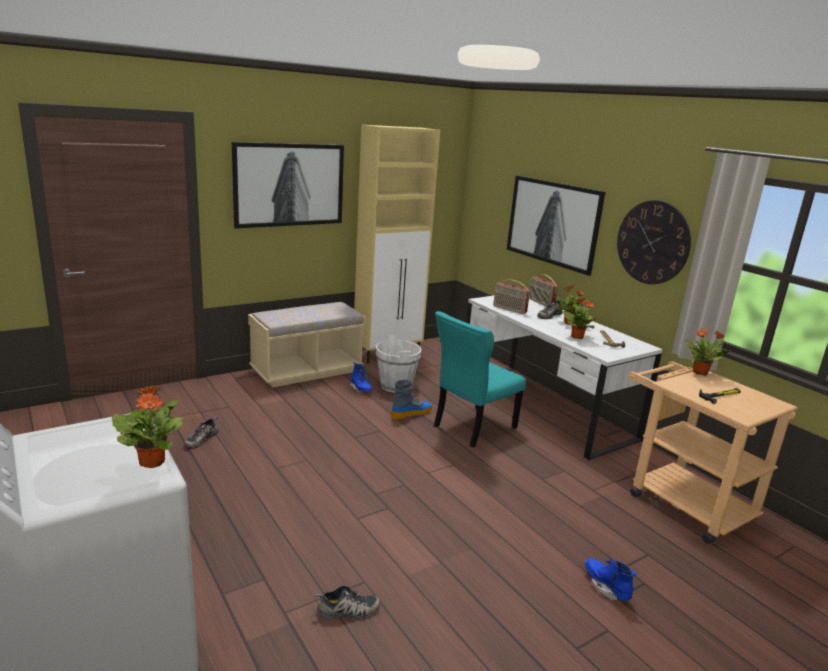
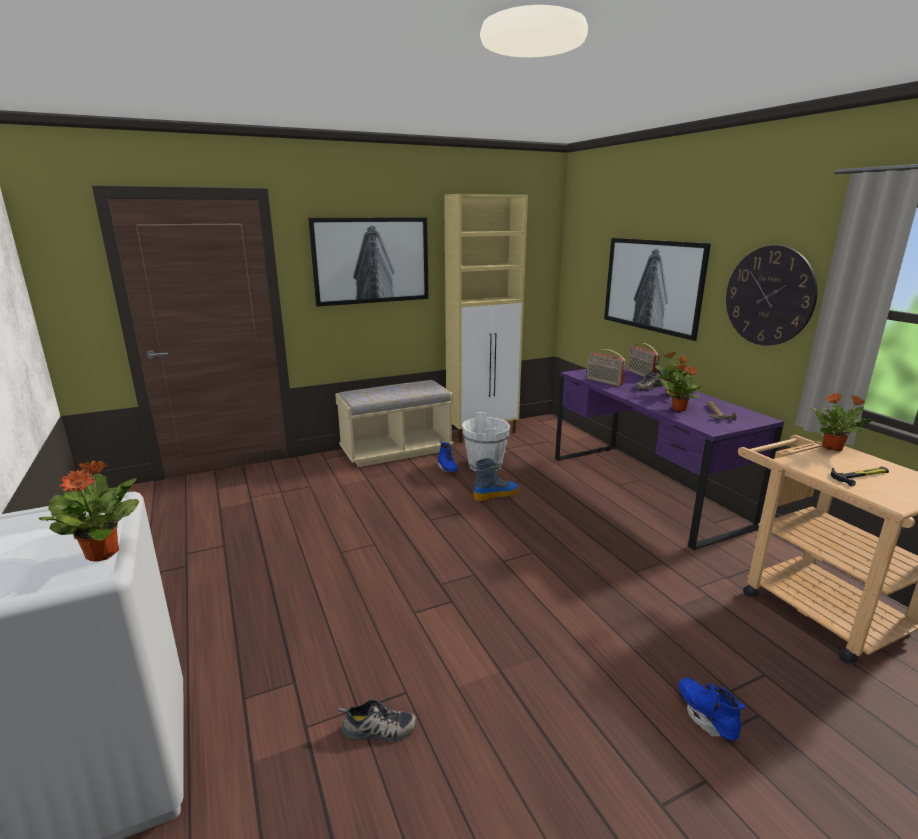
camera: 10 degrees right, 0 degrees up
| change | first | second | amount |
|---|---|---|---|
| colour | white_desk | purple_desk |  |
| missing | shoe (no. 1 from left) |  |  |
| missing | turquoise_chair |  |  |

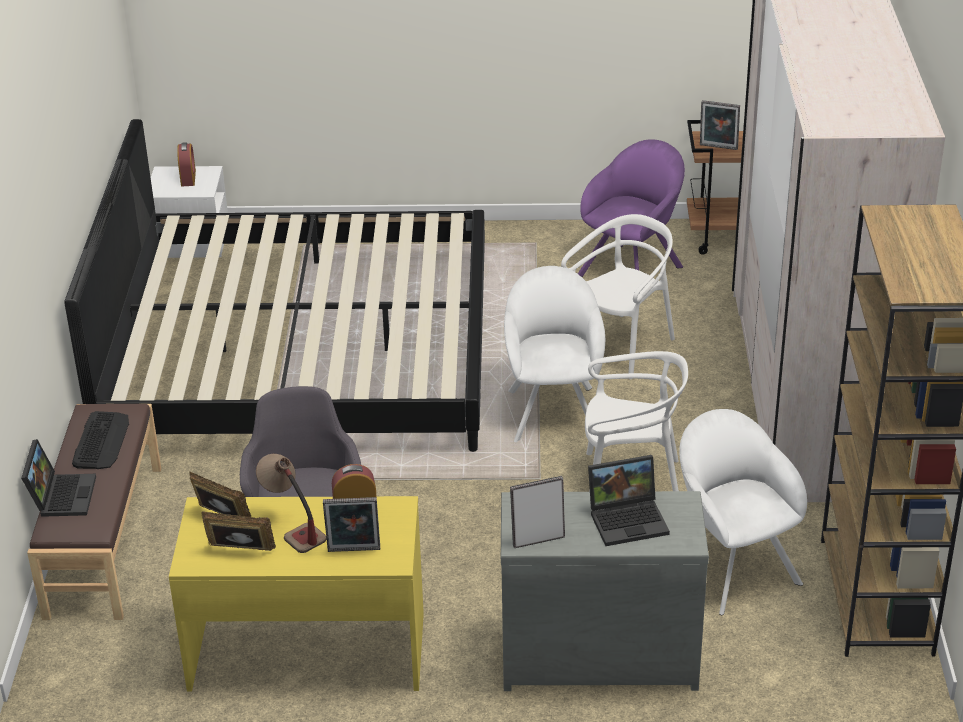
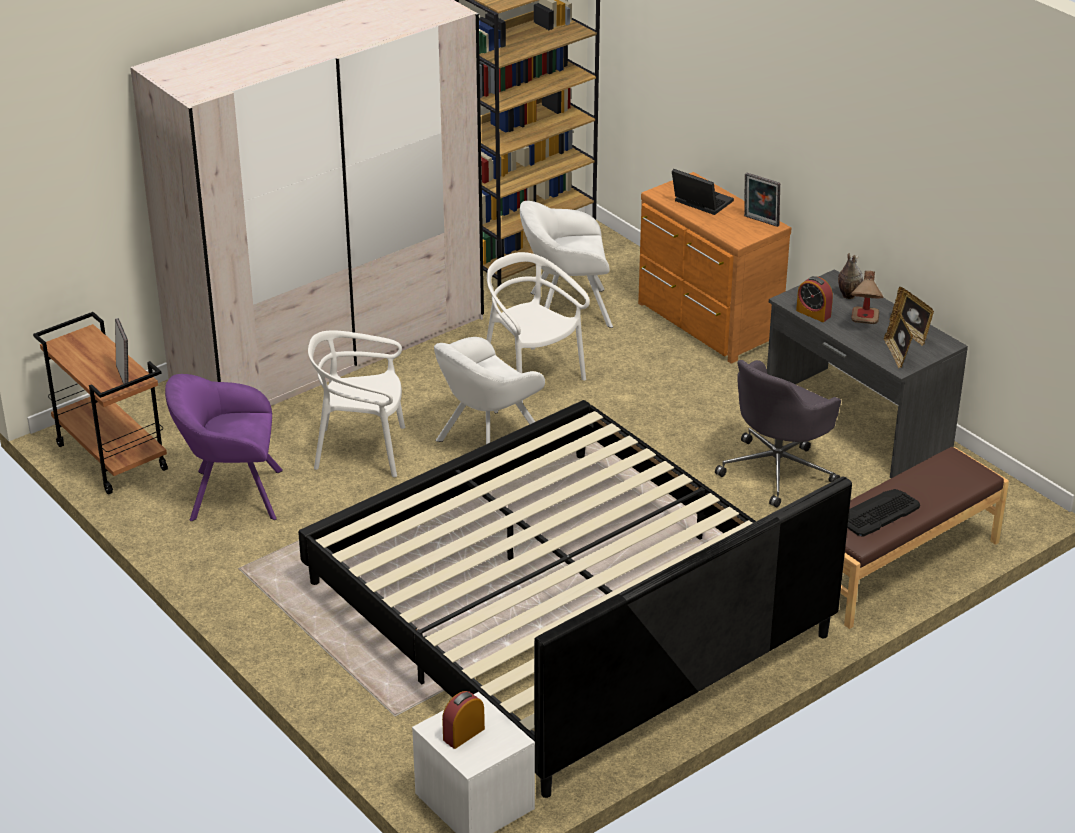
camera: 130 degrees left, 0 degrees up
| change | first | second | amount |
|---|---|---|---|
| spun | white_armchair (no. 2 from left) |  | 60 degrees clockwise |
| colour | grey_dresser | brown_dresser |  |
| colour | yellow_desk | grey_desk |  |
| exchanged | picture_frame (no. 3 from left) | vase |  |
| missing | laptop (no. 1 from left) |  |  |

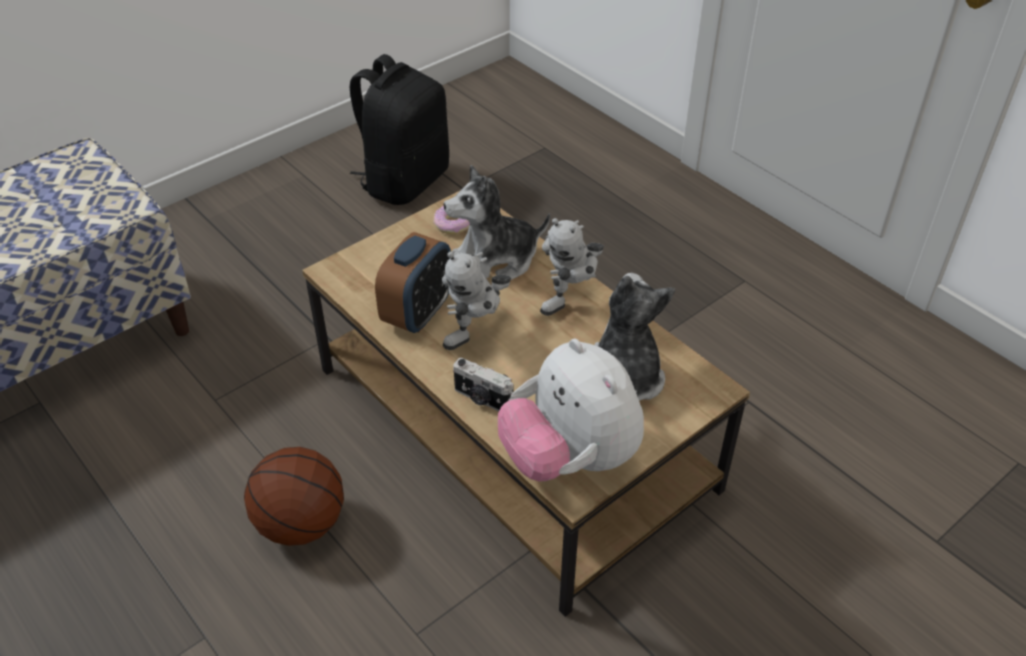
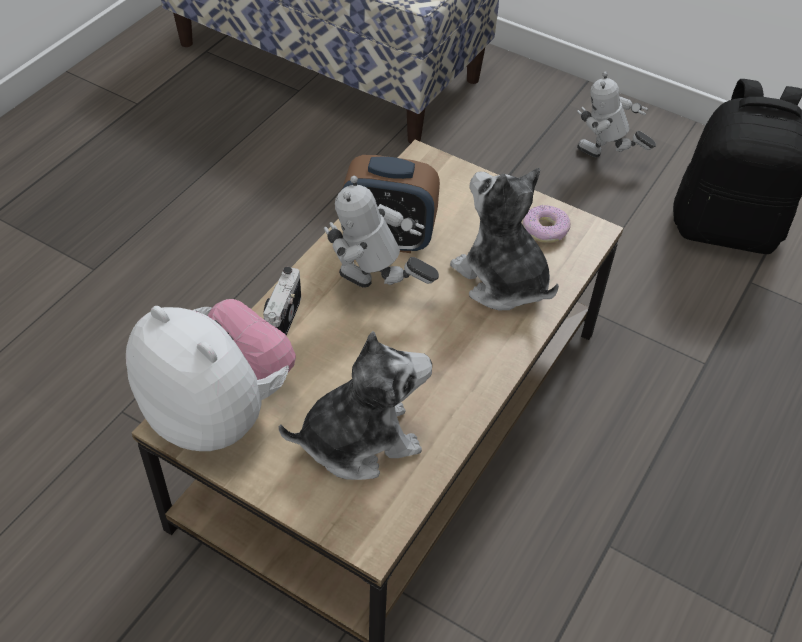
camera: 70 degrees right, 5 degrees up
| change | first | second | amount |
|---|---|---|---|
| spun | plush_toy (no. 2 from left in the first image) | plush_toy (no. 1 from left) | 90 degrees clockwise |
| relocated | toy_robot (no. 2 from left) |  |  |
| missing | basketball |  |  |

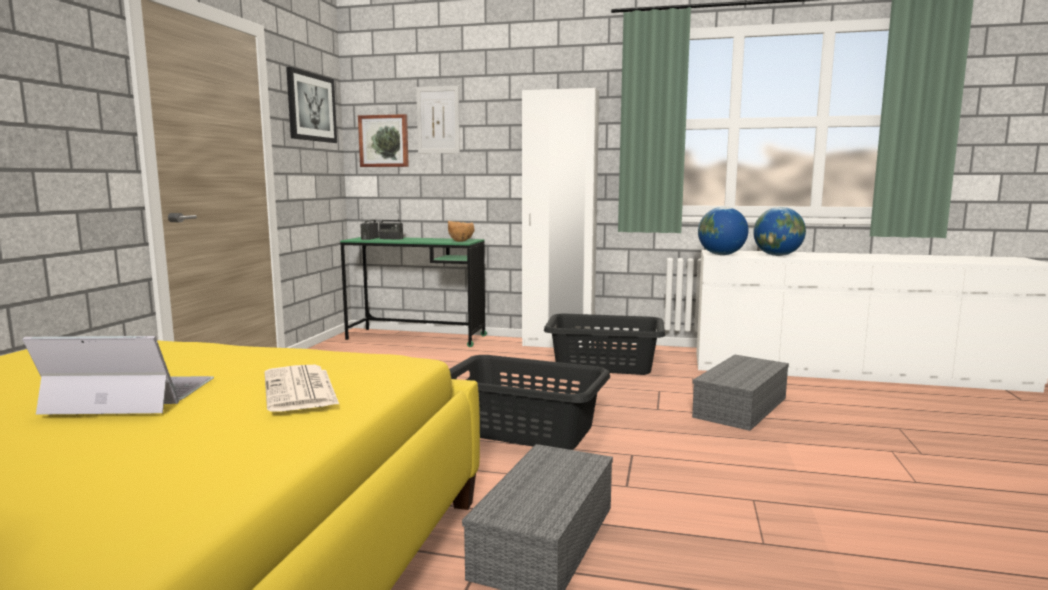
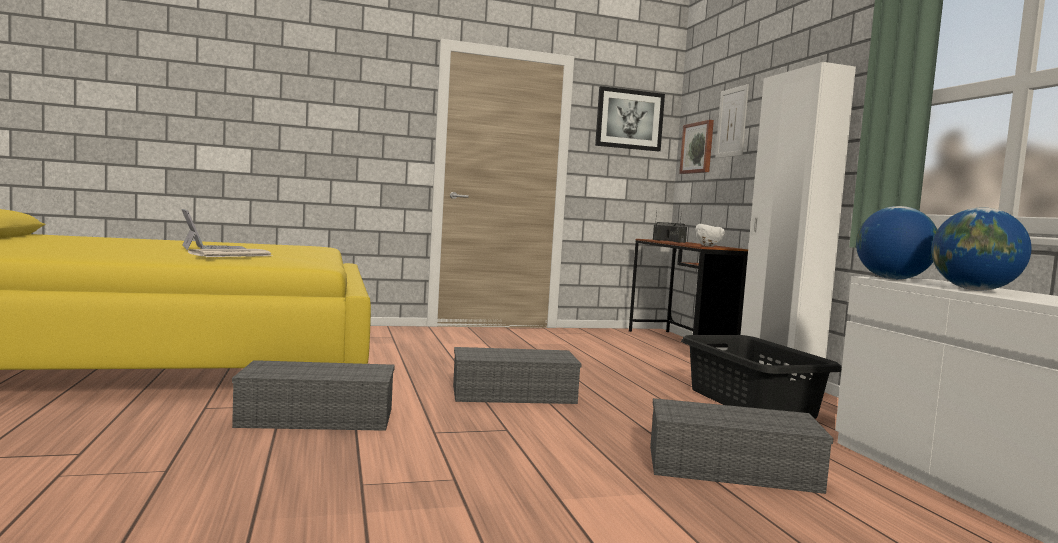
camera: 60 degrees right, 5 degrees down
| change | first | second | amount |
|---|---|---|---|
| exchanged | black_laundry_basket (no. 1 from left) | grey_storage_box (no. 2 from left) |  |
| colour | green_desk | brown_desk |  |
| colour | brown_bowl | white_bowl |  |

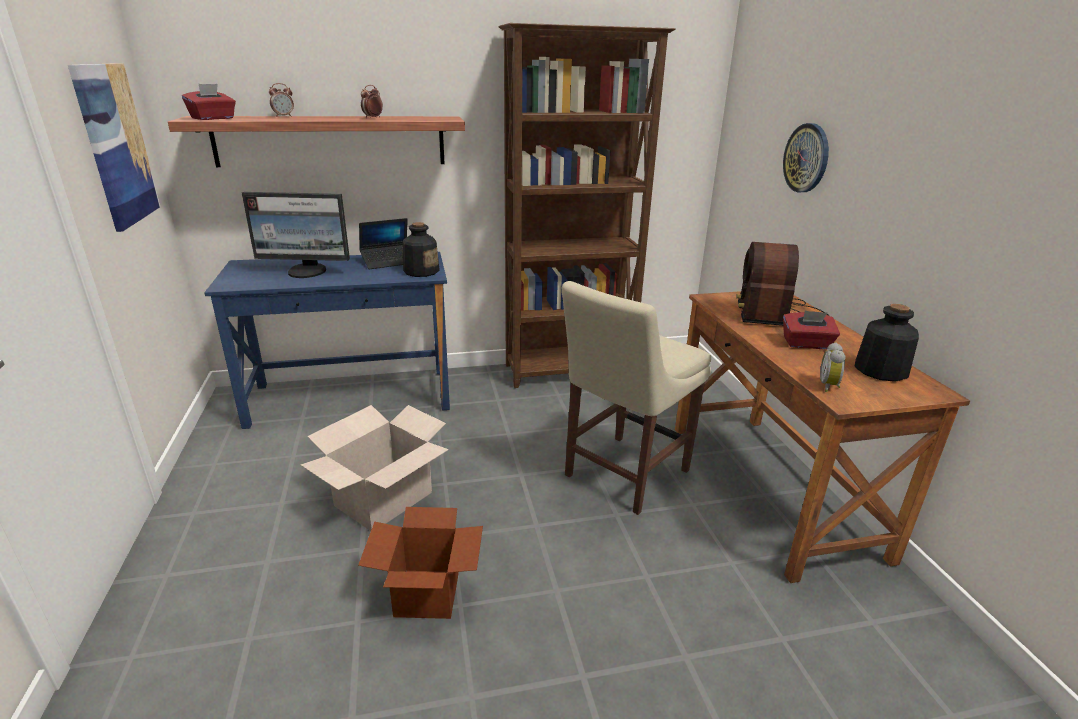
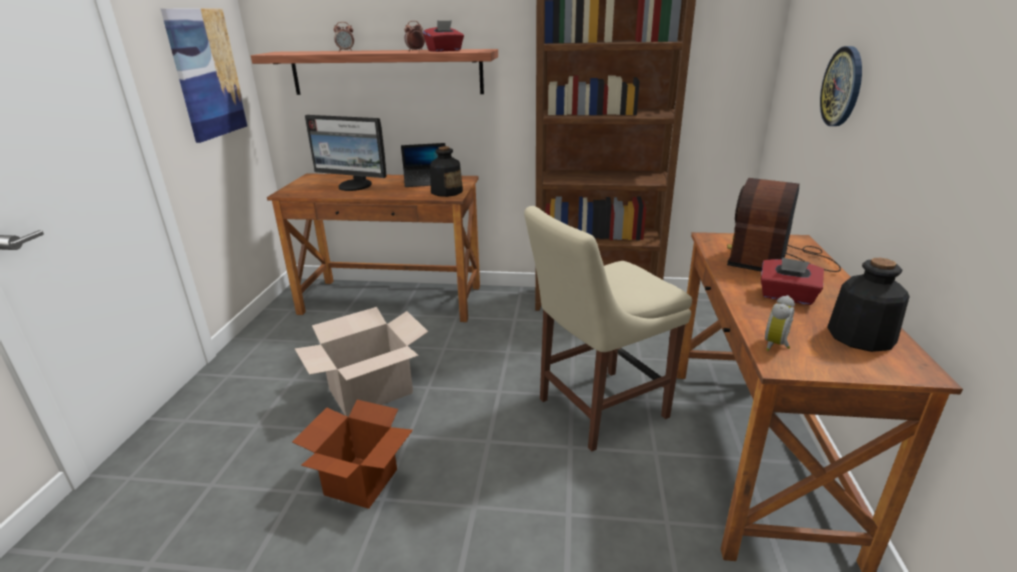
camera: 20 degrees right, 0 degrees up
| change | first | second | amount |
|---|---|---|---|
| colour | blue_desk | brown_desk (no. 1 from left) |  |
| relocated | red_tissue_box (no. 1 from left) |  |  |

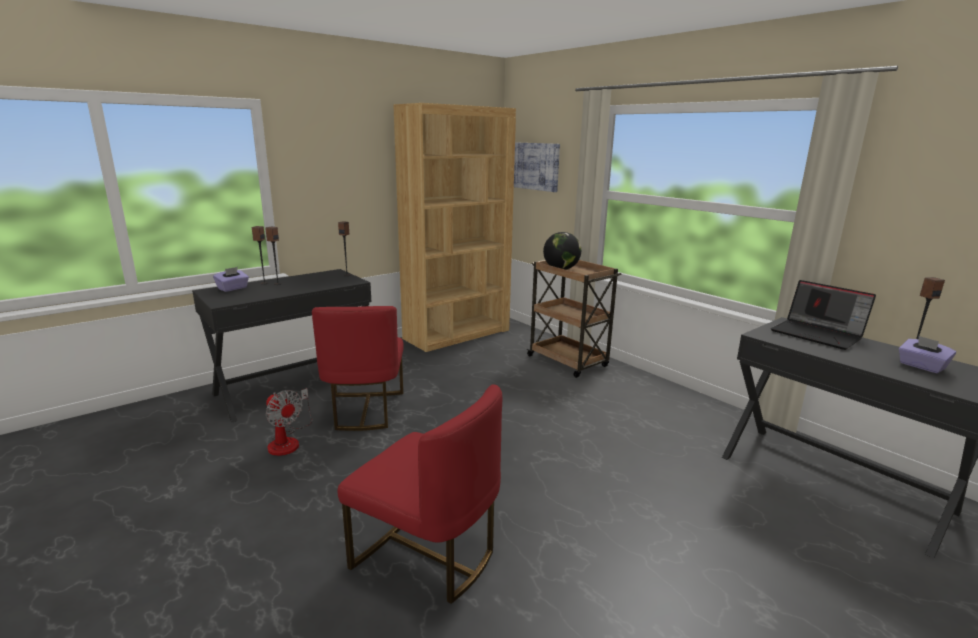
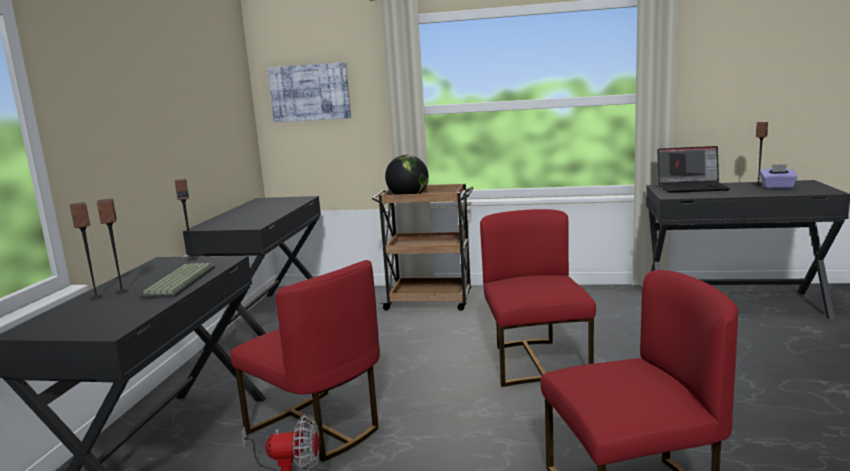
camera: 40 degrees left, 5 degrees down
| change | first | second | amount |
|---|---|---|---|
| appeared |  | keyboard |  |
| exchanged | brown_bookcase | black_desk (no. 2 from left) |  |
| appeared |  | red_chair (no. 2 from left) |  |
| missing | purple_tissue_box (no. 1 from left) |  |  |

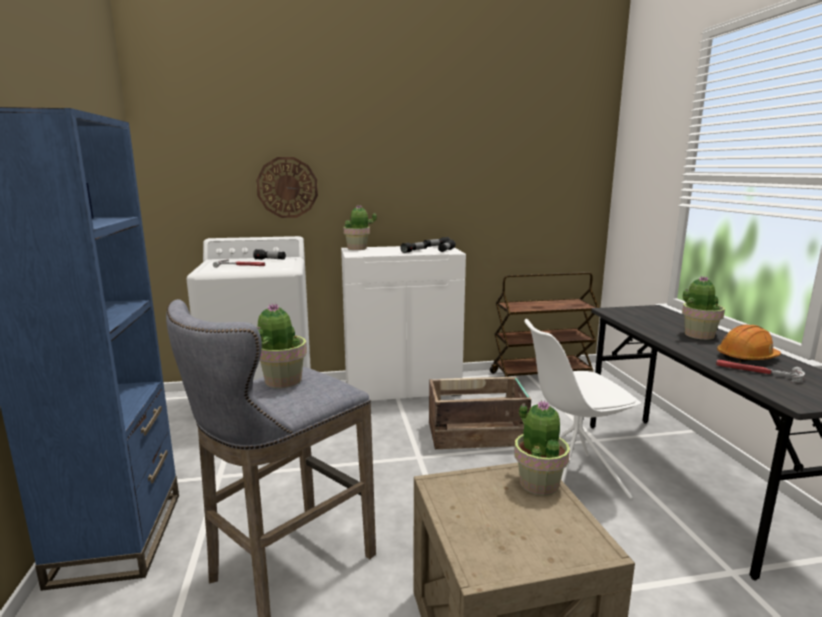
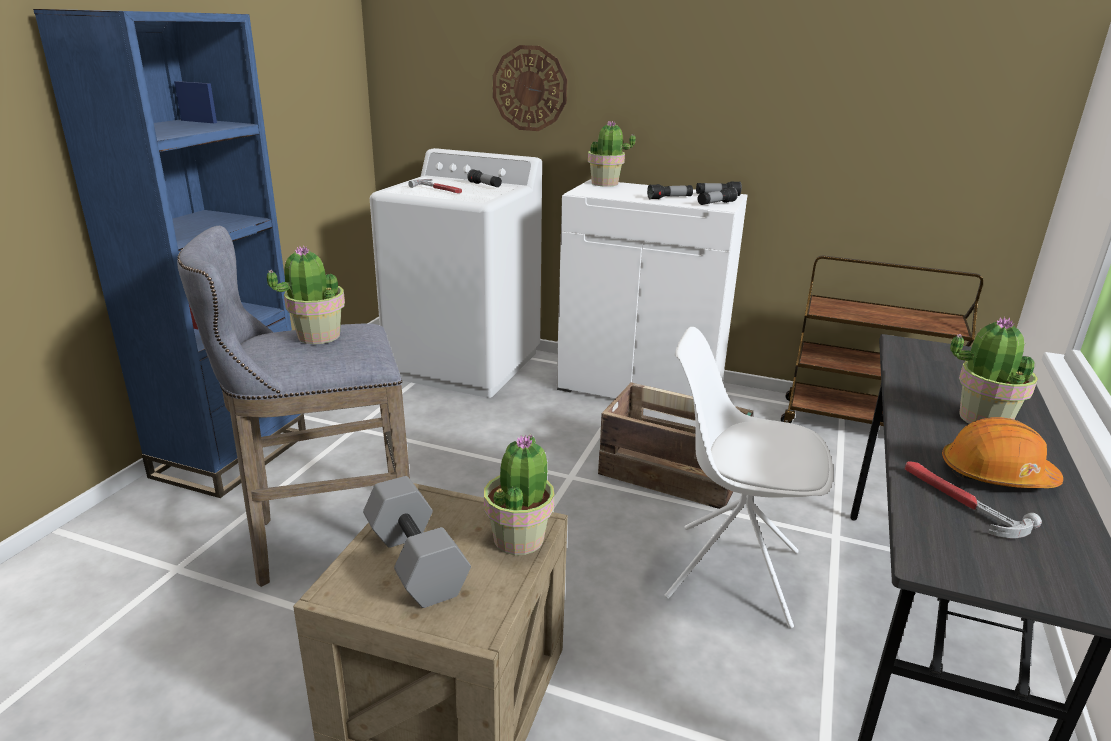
camera: 30 degrees right, 10 degrees up
| change | first | second | amount |
|---|---|---|---|
| appeared |  | grey_dumbbell |  |

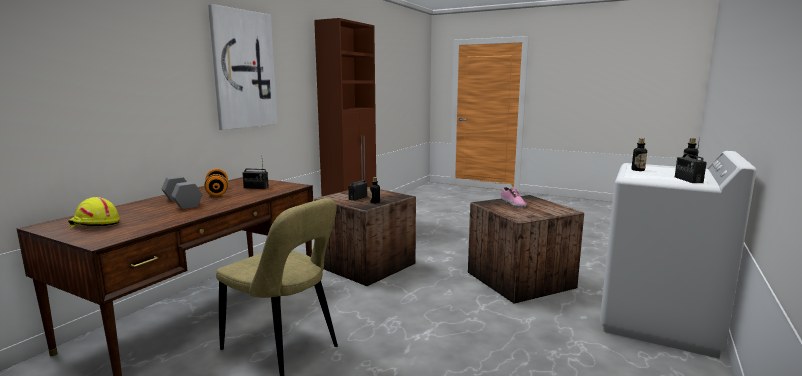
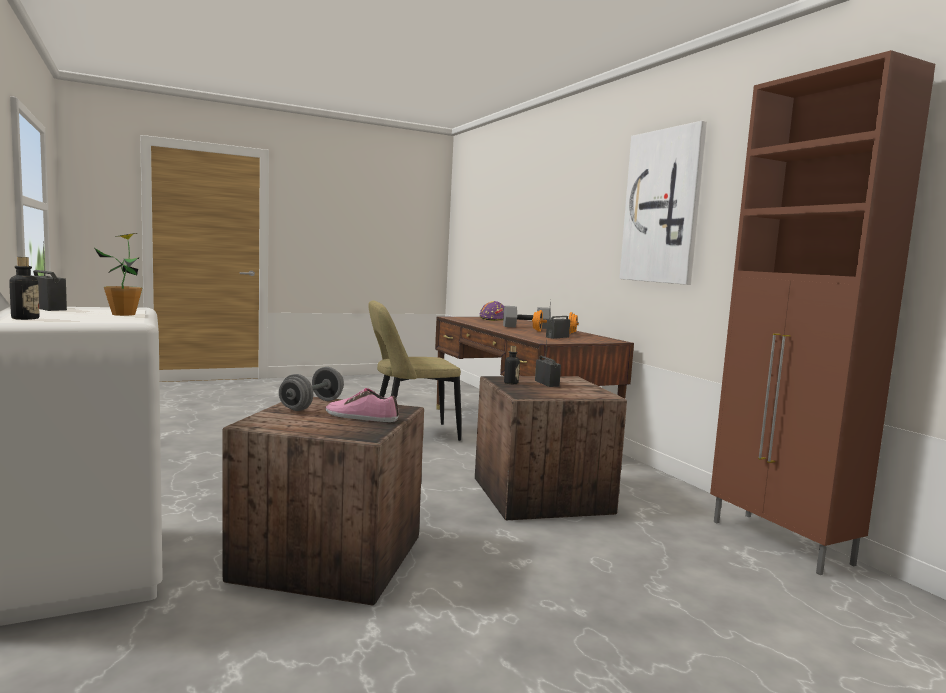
camera: 125 degrees right, 5 degrees down
| change | first | second | amount |
|---|---|---|---|
| exchanged | bottle (no. 2 from left) | potted_plant |  |
| appeared |  | grey_dumbbell (no. 1 from left) |  |
| colour | yellow_hard_hat | purple_hard_hat |  |

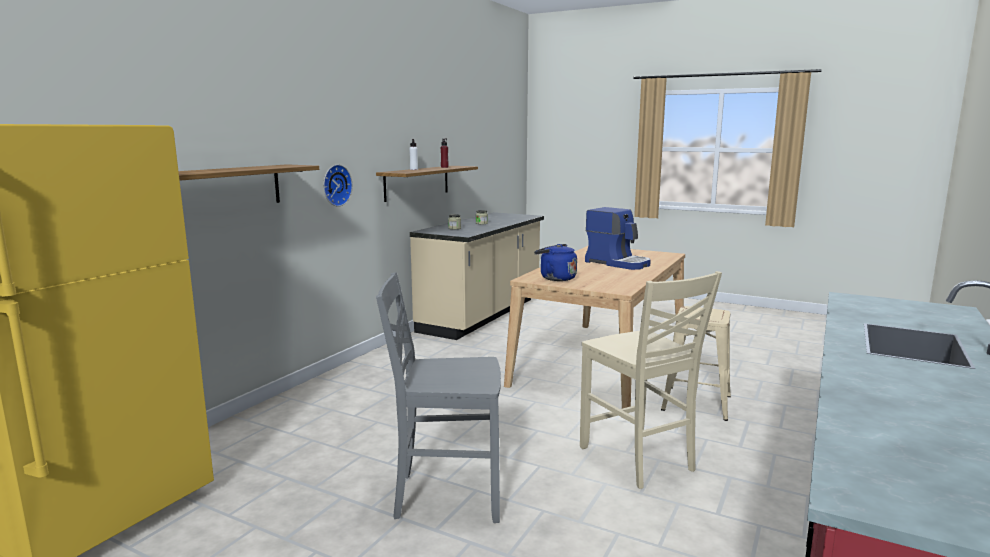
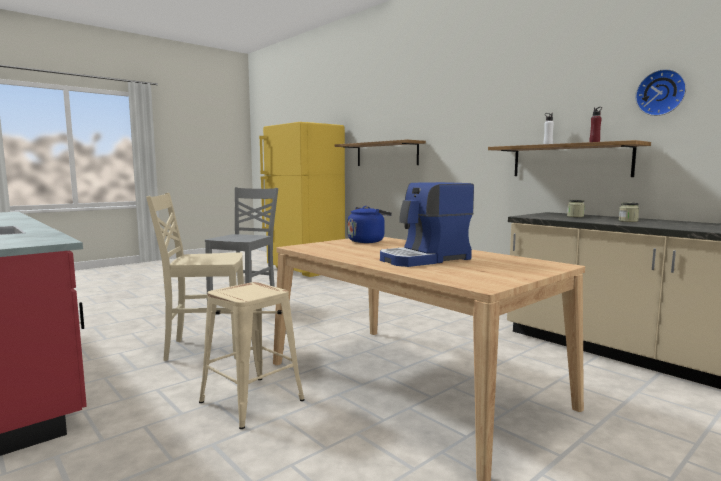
camera: 110 degrees right, 5 degrees down
| change | first | second | amount |
|---|---|---|---|
| relocated | wall_clock |  |  |

